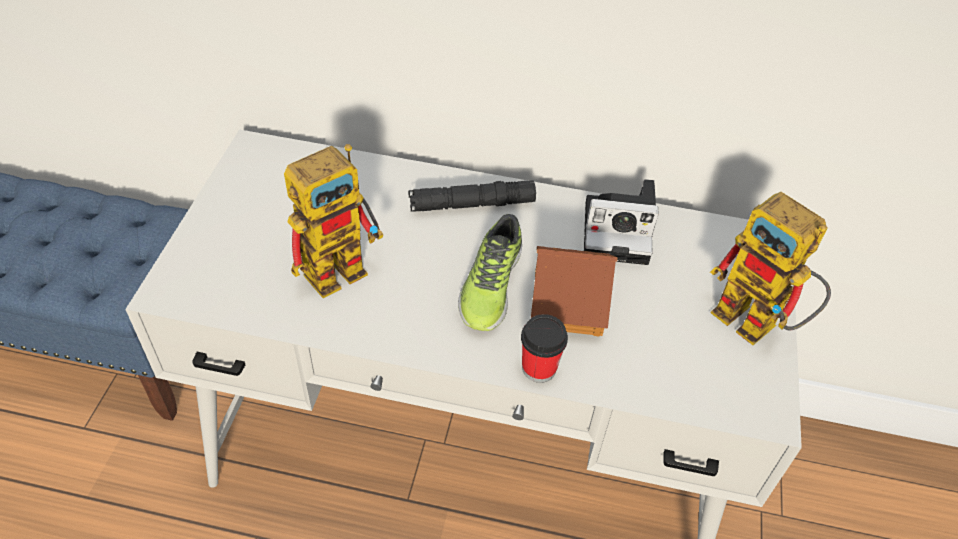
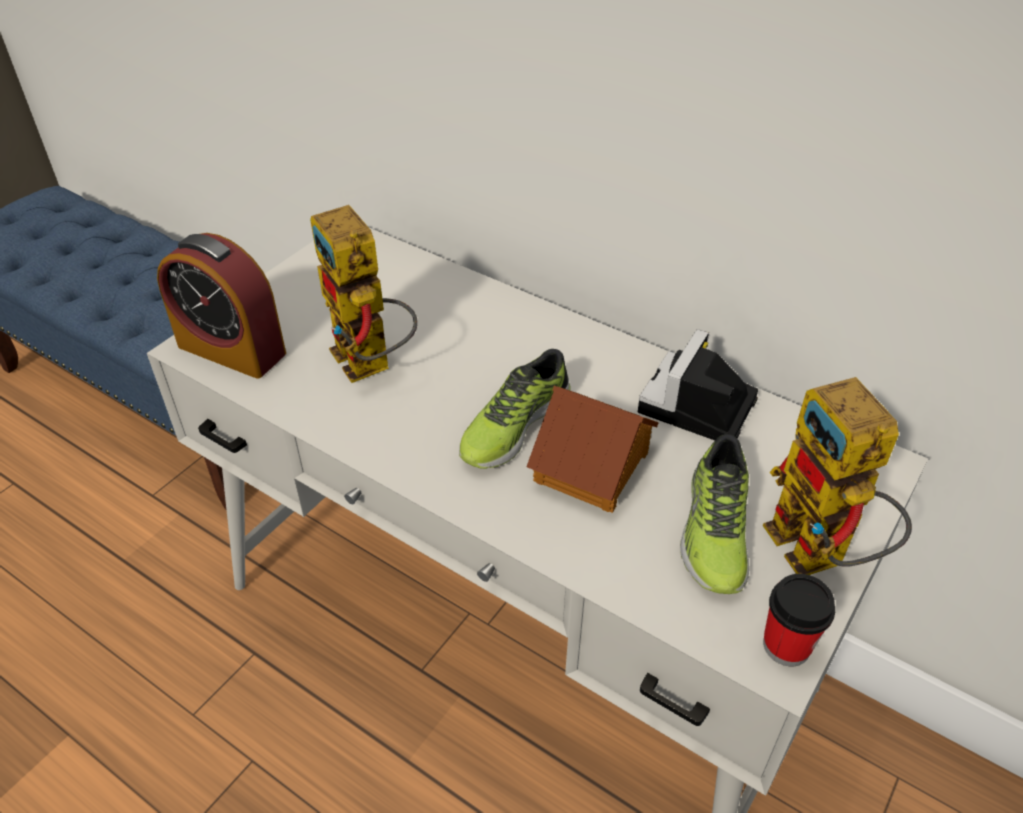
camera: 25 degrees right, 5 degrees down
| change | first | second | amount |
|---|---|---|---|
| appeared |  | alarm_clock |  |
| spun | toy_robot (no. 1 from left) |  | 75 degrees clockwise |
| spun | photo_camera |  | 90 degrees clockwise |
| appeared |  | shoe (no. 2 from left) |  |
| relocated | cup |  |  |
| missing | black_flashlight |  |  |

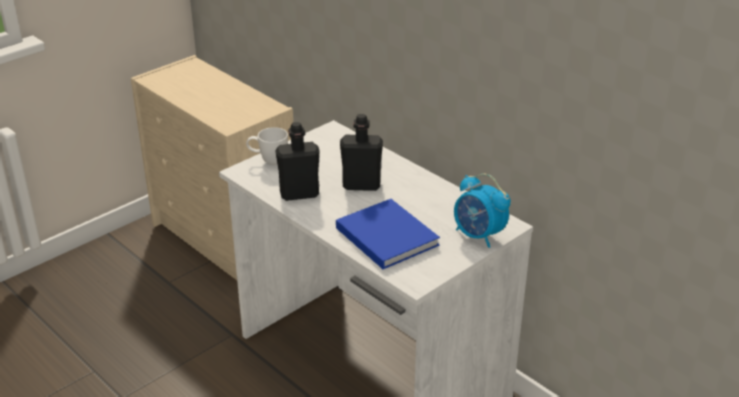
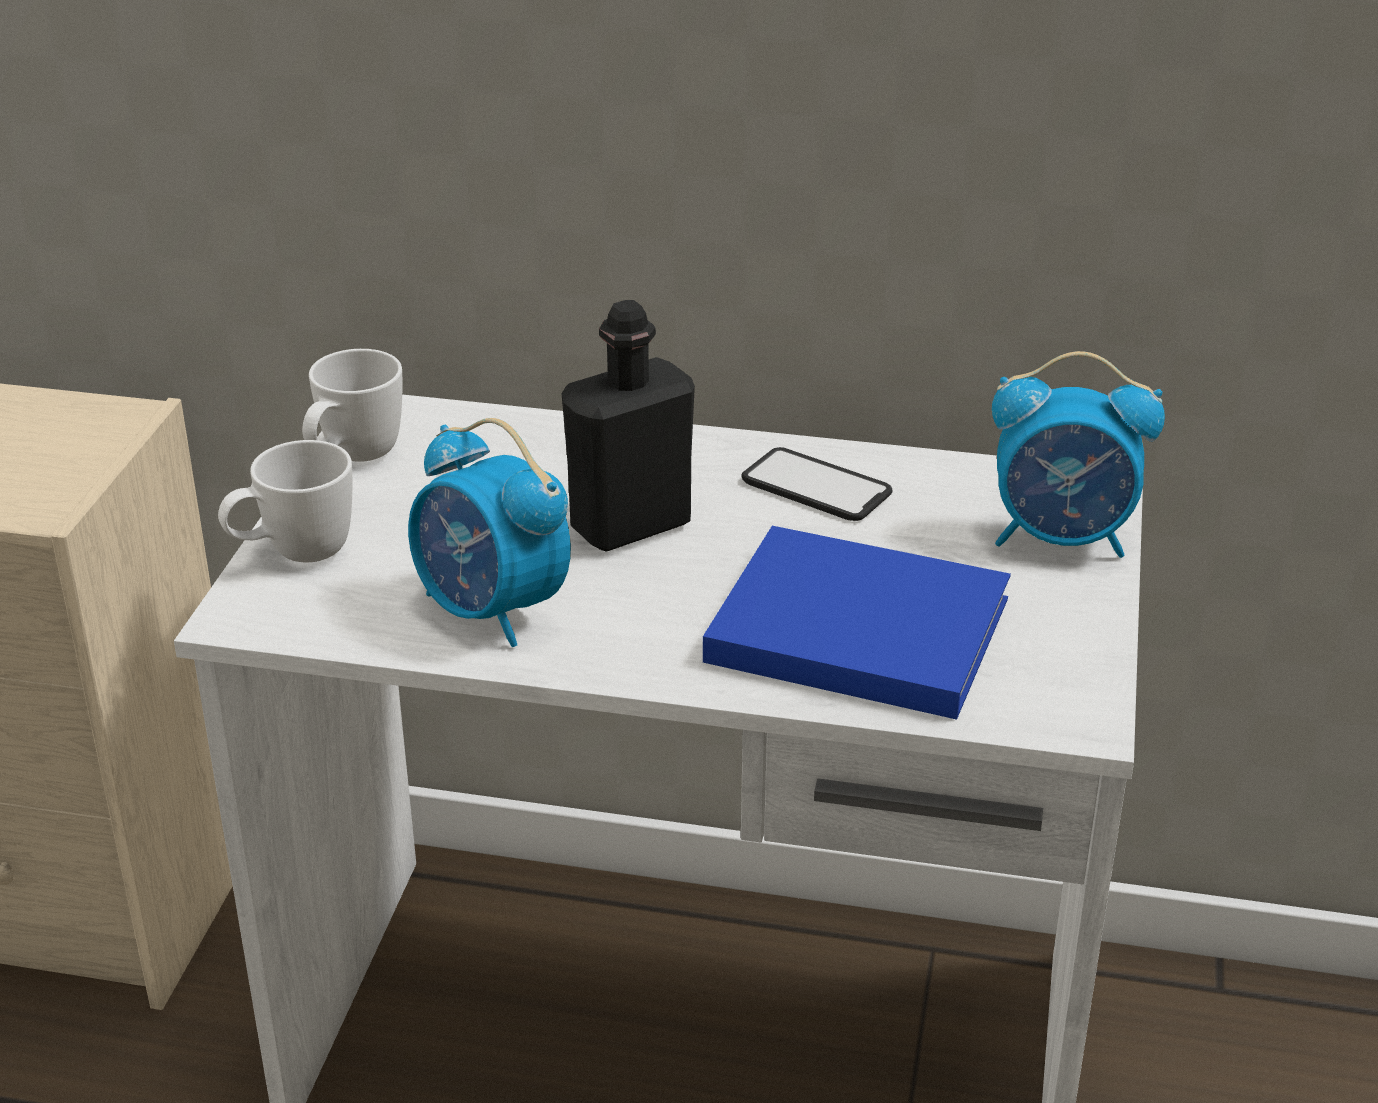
camera: 35 degrees left, 0 degrees up
| change | first | second | amount |
|---|---|---|---|
| appeared |  | white_mug (no. 2 from left) |  |
| exchanged | black_bottle (no. 1 from left) | alarm_clock (no. 1 from left) |  |
| appeared |  | phone |  |

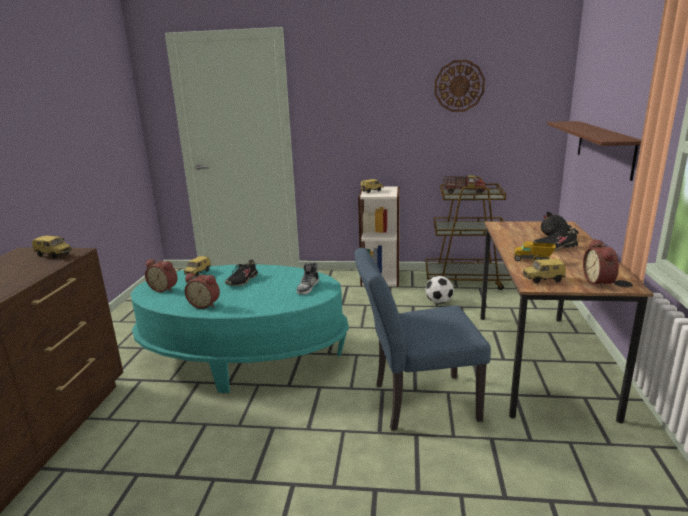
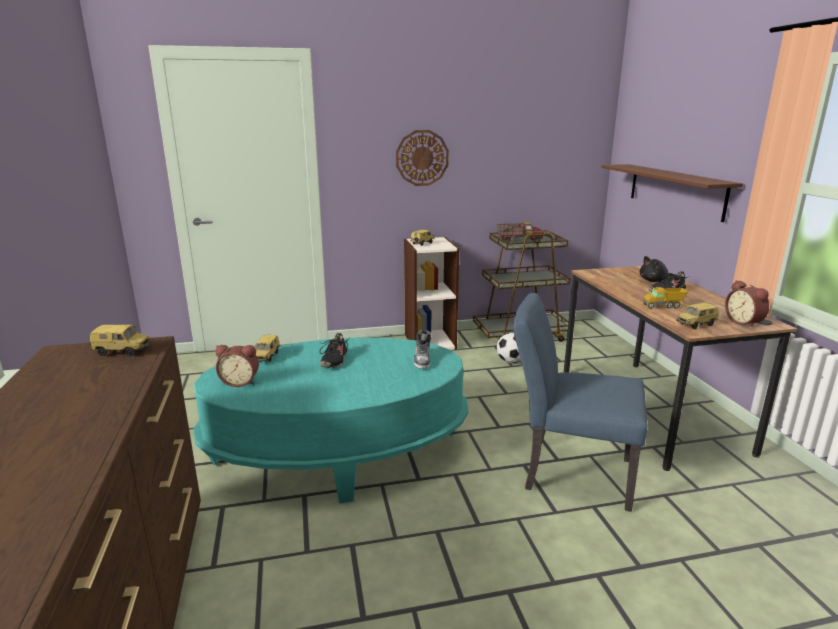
camera: 20 degrees left, 0 degrees up
| change | first | second | amount |
|---|---|---|---|
| relocated | wall_clock |  |  |
| spun | blue_chair |  | 45 degrees clockwise |
| missing | alarm_clock (no. 2 from left) |  |  |

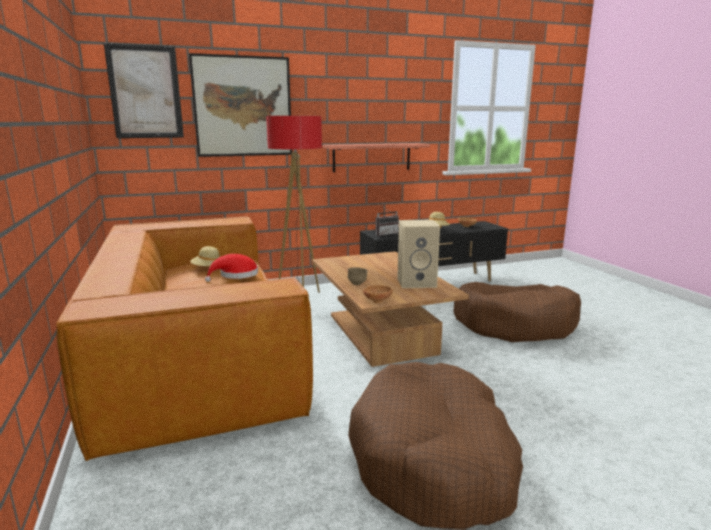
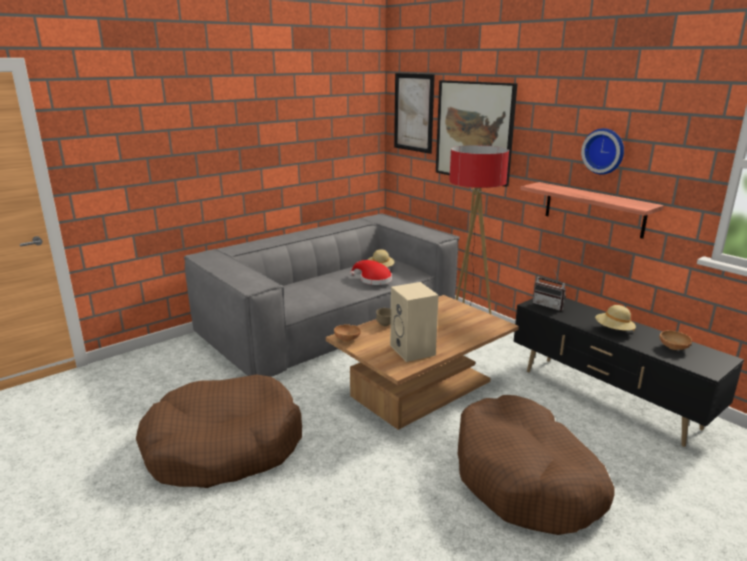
camera: 70 degrees right, 5 degrees up
| change | first | second | amount |
|---|---|---|---|
| colour | brown_sofa | grey_sofa |  |
| appeared |  | wall_clock |  |

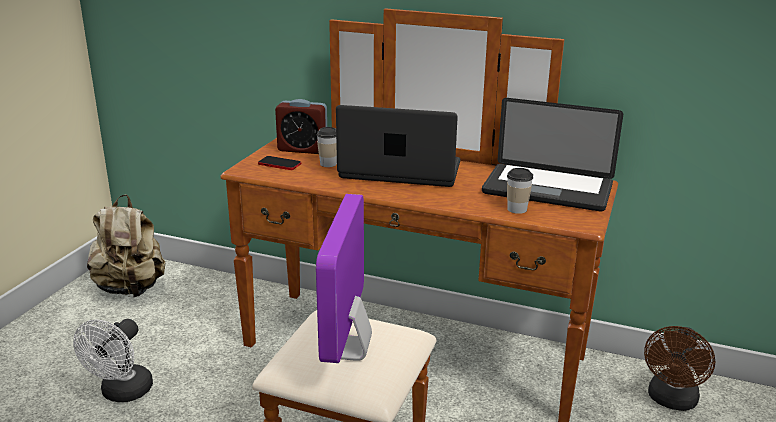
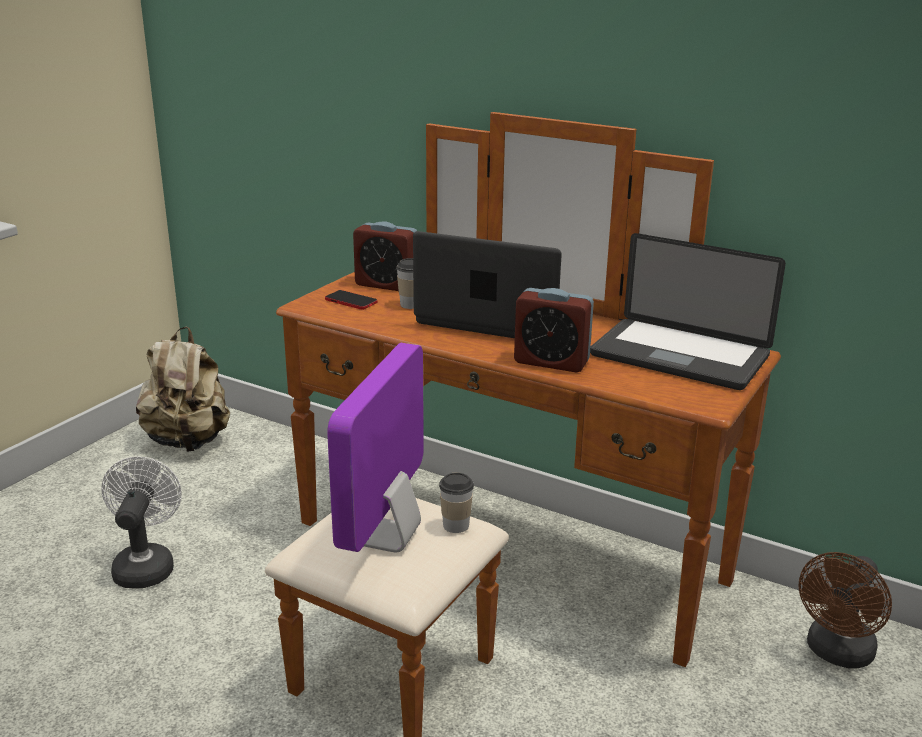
camera: 10 degrees right, 0 degrees up
| change | first | second | amount |
|---|---|---|---|
| spun | white_fan |  | 150 degrees clockwise |
| relocated | cup (no. 2 from left) |  |  |
| appeared |  | alarm_clock (no. 2 from left) |  |

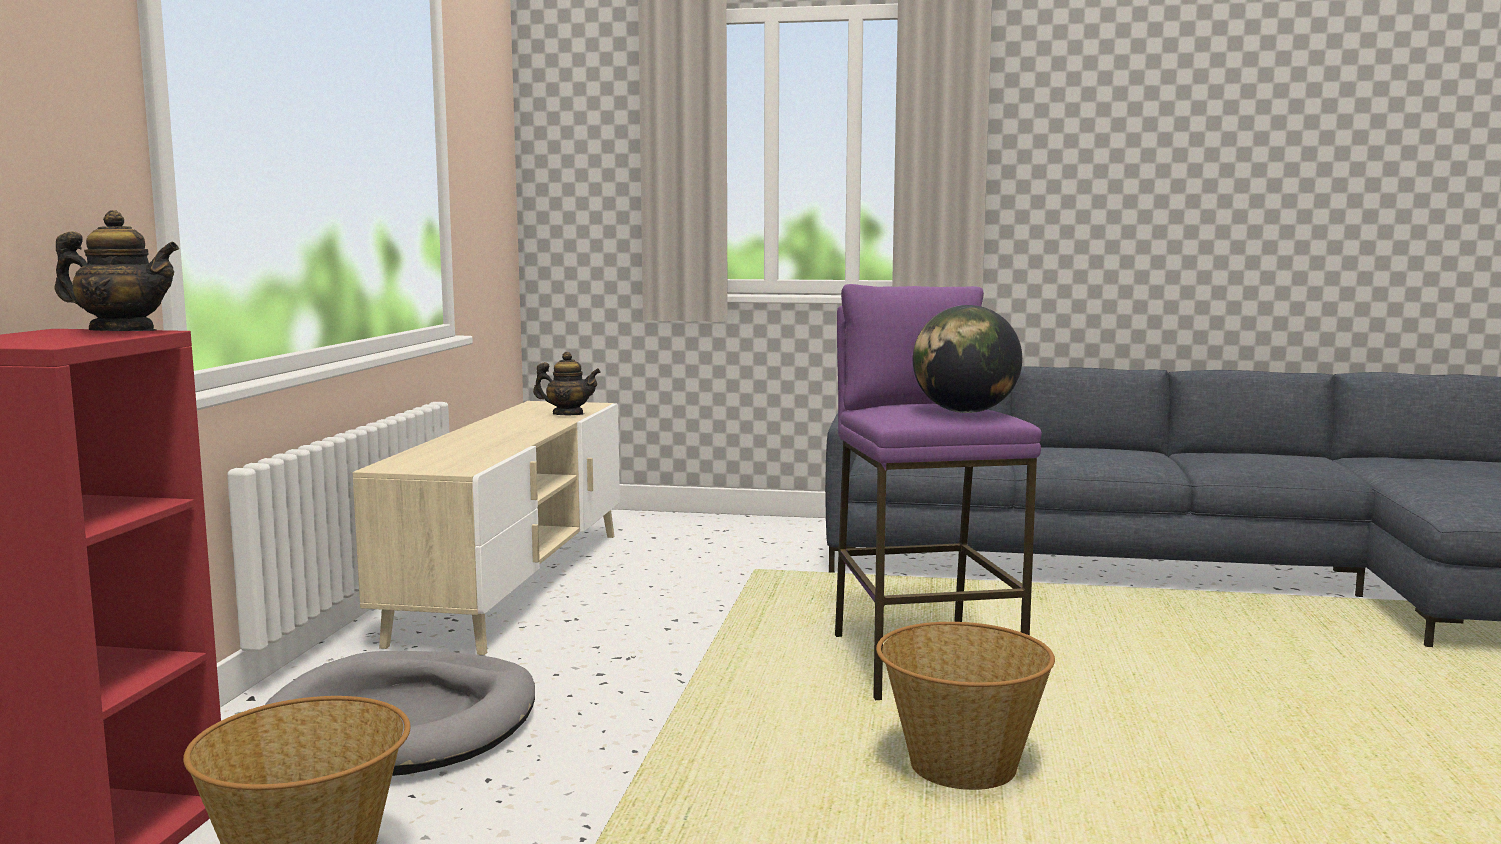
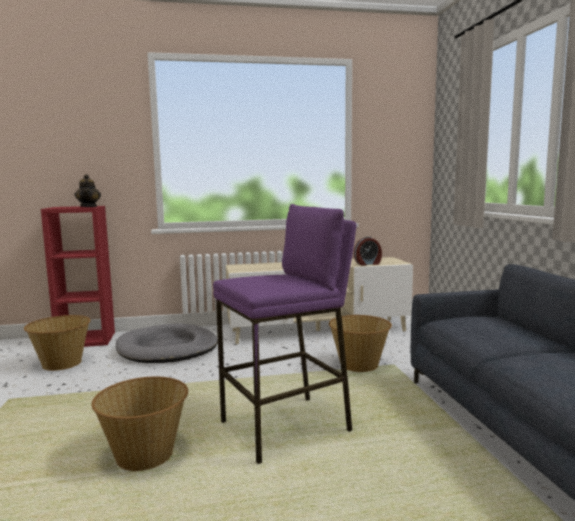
camera: 70 degrees right, 0 degrees up
| change | first | second | amount |
|---|---|---|---|
| appeared |  | basket (no. 3 from left) |  |
| exchanged | teapot (no. 2 from left) | alarm_clock |  |
| missing | globe |  |  |

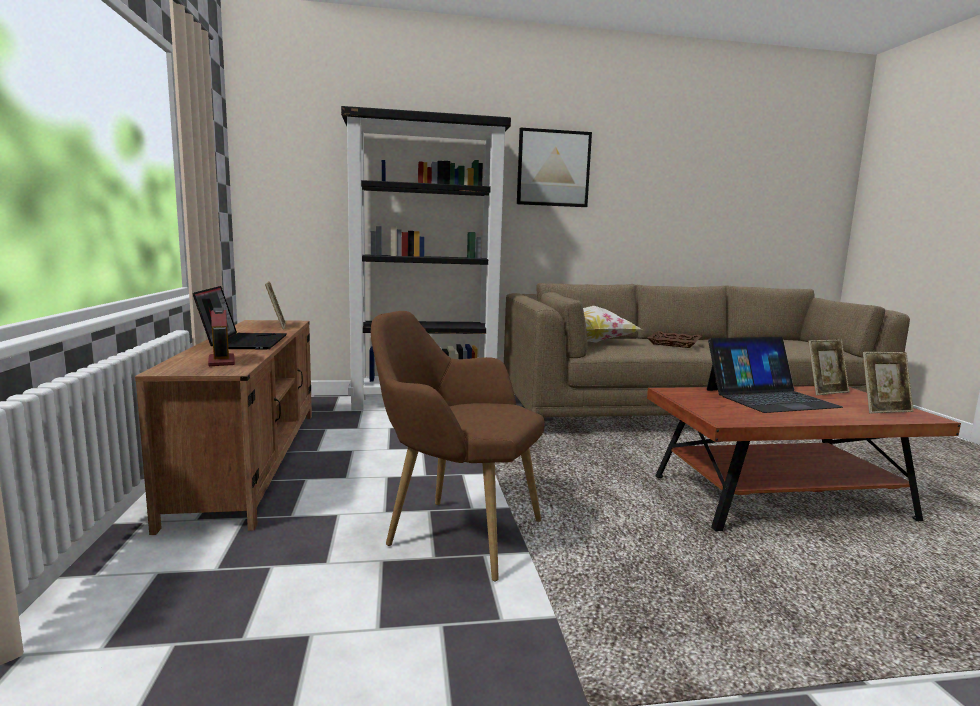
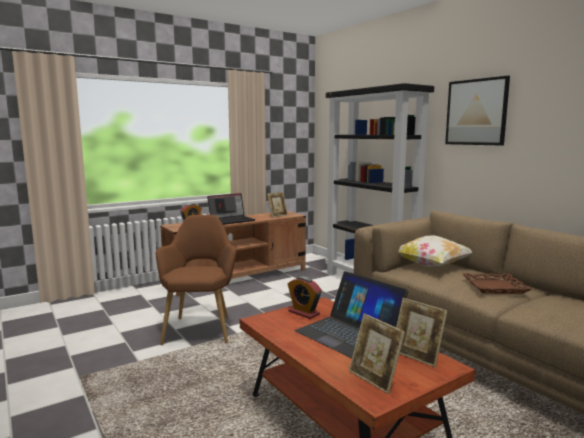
camera: 65 degrees right, 0 degrees up
| change | first | second | amount |
|---|---|---|---|
| appeared |  | alarm_clock (no. 2 from left) |  |

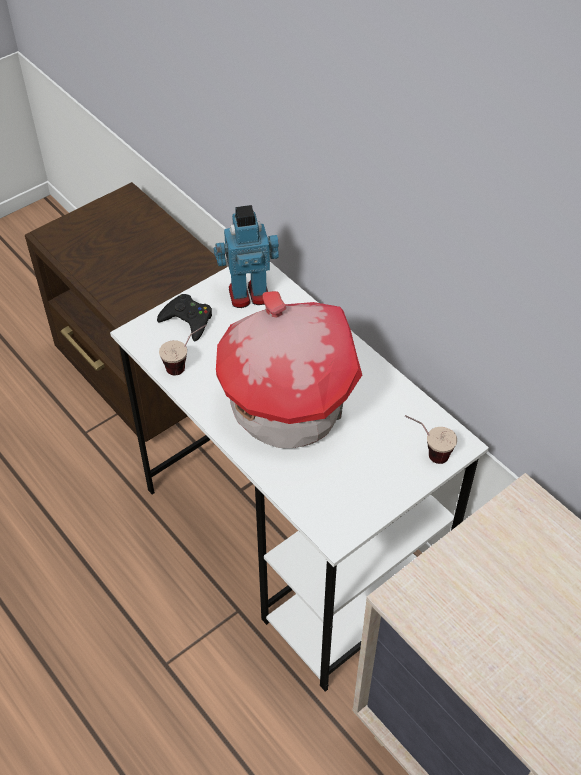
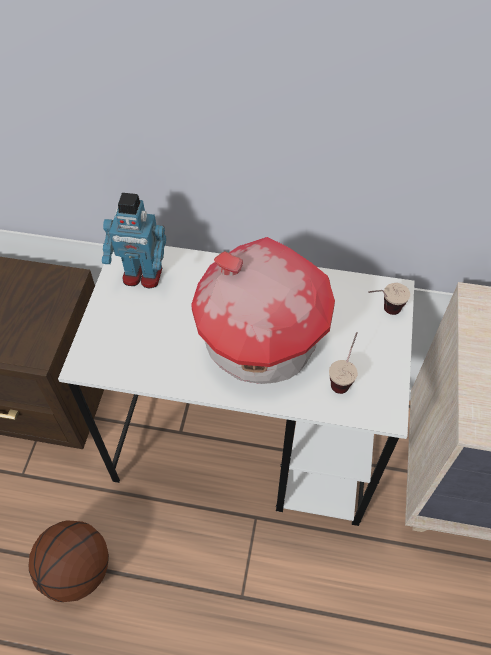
camera: 40 degrees left, 5 degrees up
| change | first | second | amount |
|---|---|---|---|
| appeared |  | basketball |  |
| spun | toy_robot |  | 120 degrees counterclockwise |
| relocated | cup (no. 1 from left) |  |  |
| missing | black_game_controller |  |  |

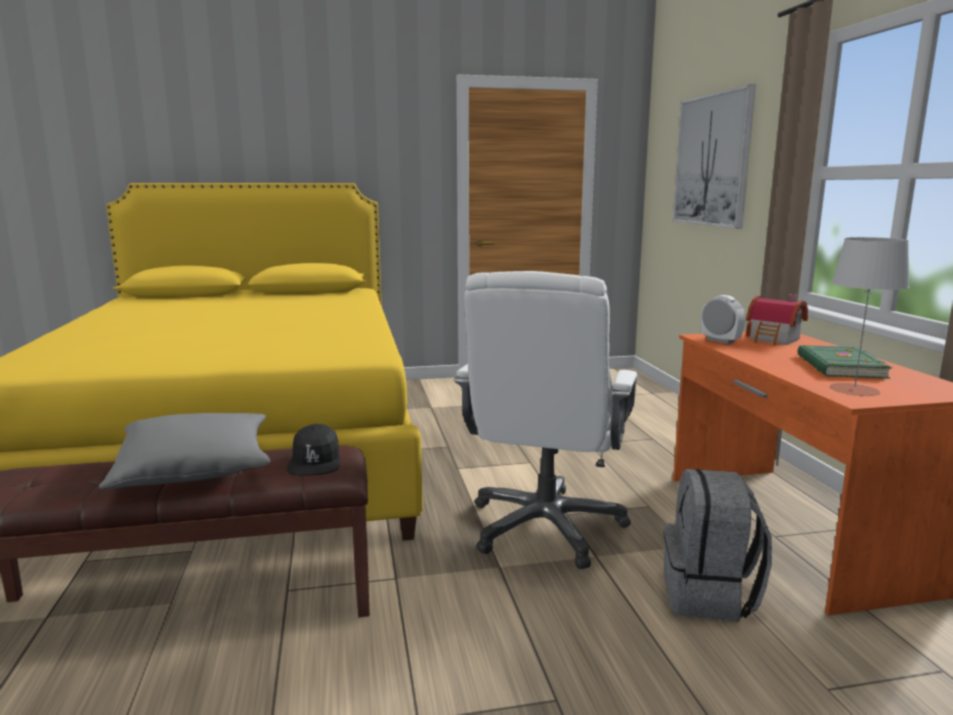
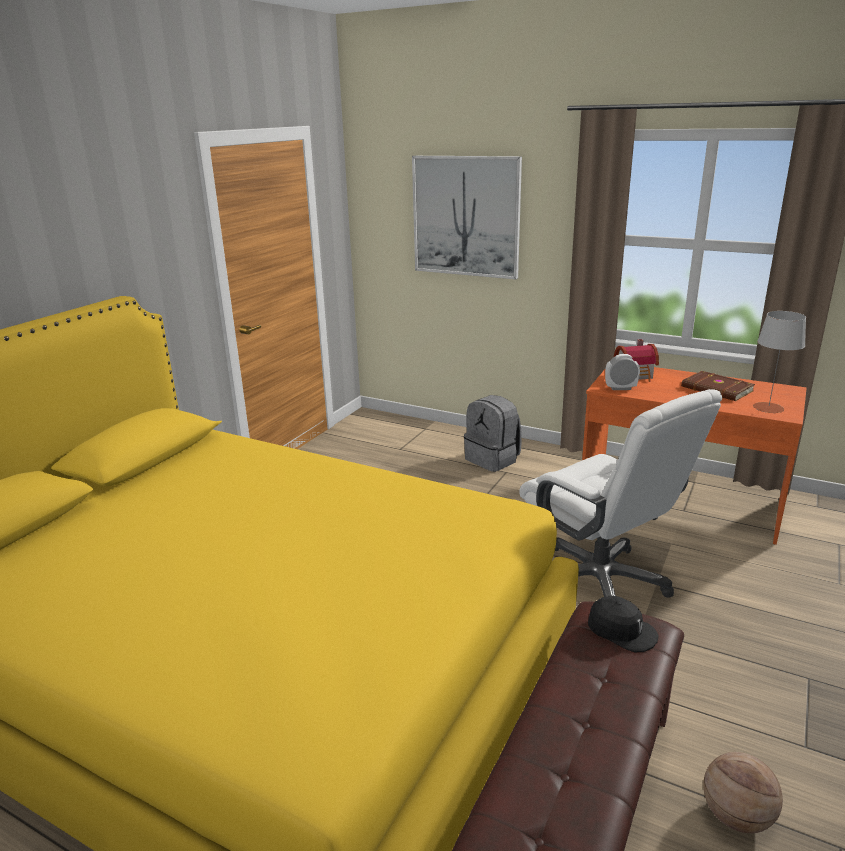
camera: 50 degrees left, 10 degrees up
| change | first | second | amount |
|---|---|---|---|
| relocated | grey_backpack |  |  |
| colour | green_book | brown_book |  |
| appeared |  | basketball |  |
| missing | grey_pillow |  |  |

